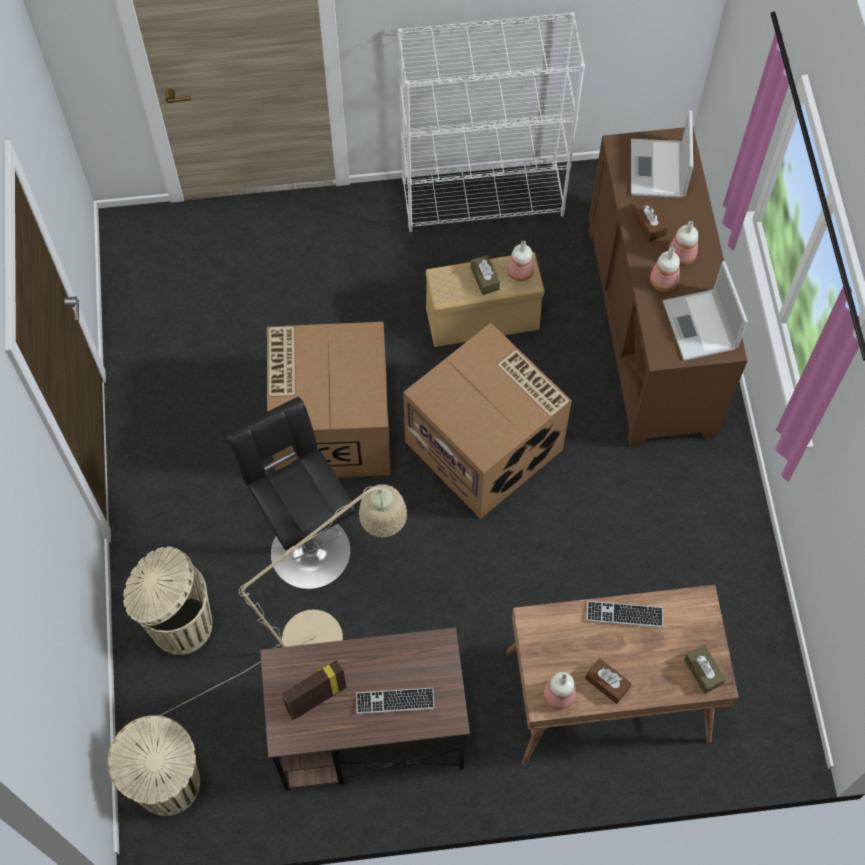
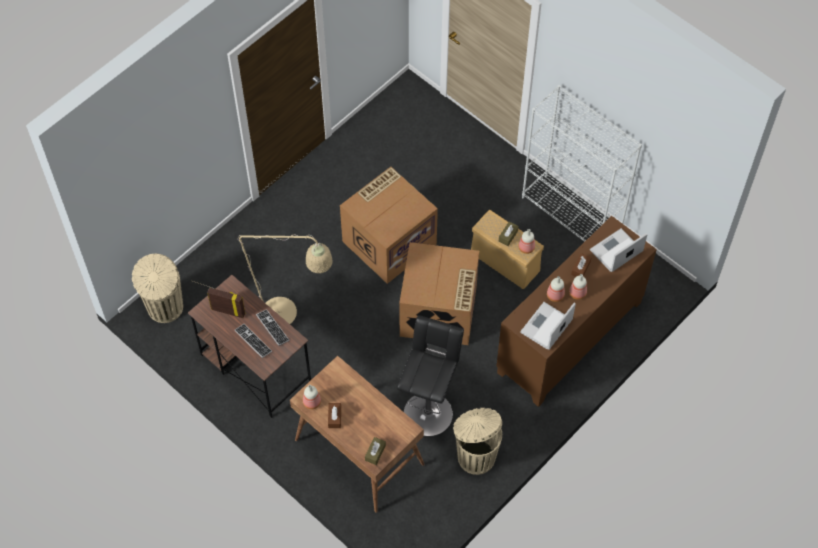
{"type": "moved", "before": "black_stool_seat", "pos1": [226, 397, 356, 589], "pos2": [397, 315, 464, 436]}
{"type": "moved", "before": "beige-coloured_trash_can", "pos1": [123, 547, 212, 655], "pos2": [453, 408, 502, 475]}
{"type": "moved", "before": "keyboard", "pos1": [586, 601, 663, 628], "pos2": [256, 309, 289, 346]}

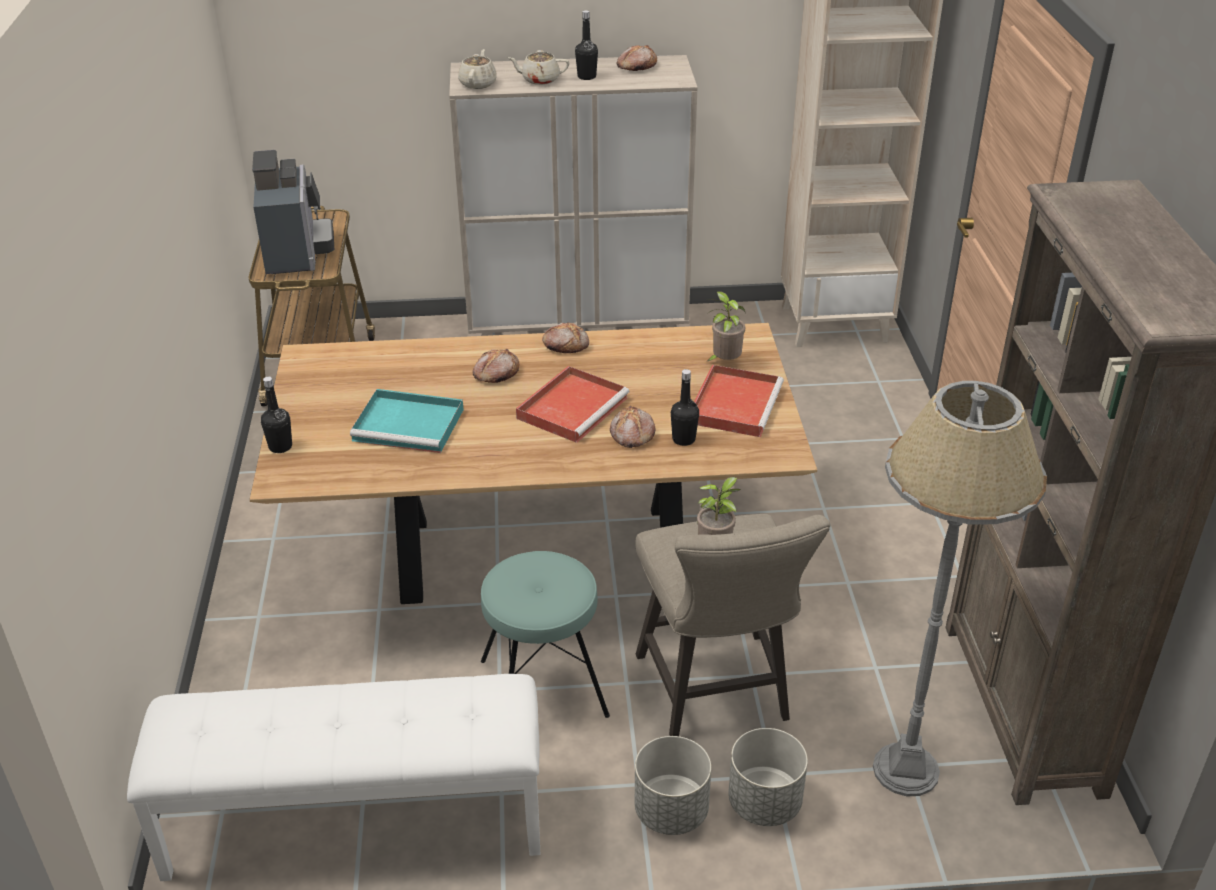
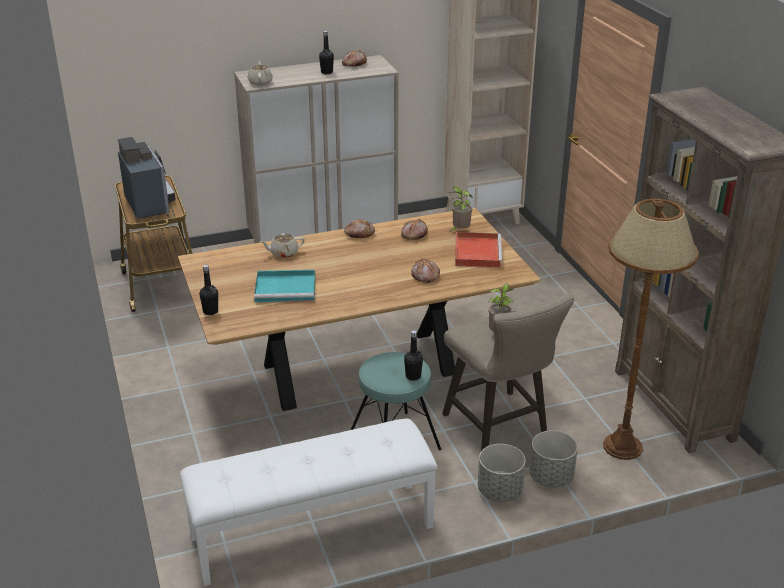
{"type": "moved", "before": "beige-coloured_tea_pot", "pos1": [507, 50, 569, 85], "pos2": [260, 233, 305, 258]}
{"type": "moved", "before": "bread", "pos1": [473, 349, 519, 383], "pos2": [401, 219, 428, 240]}
{"type": "removed", "before": "red-coloured_tray", "pos1": [516, 366, 629, 443]}
{"type": "moved", "before": "black_drink_bottle", "pos1": [671, 369, 699, 446], "pos2": [404, 330, 423, 381]}
{"type": "recoloured", "before": "gray_floor_lamp", "after": "brown_floor_lamp", "pos1": [873, 381, 1047, 796], "pos2": [603, 199, 699, 460]}

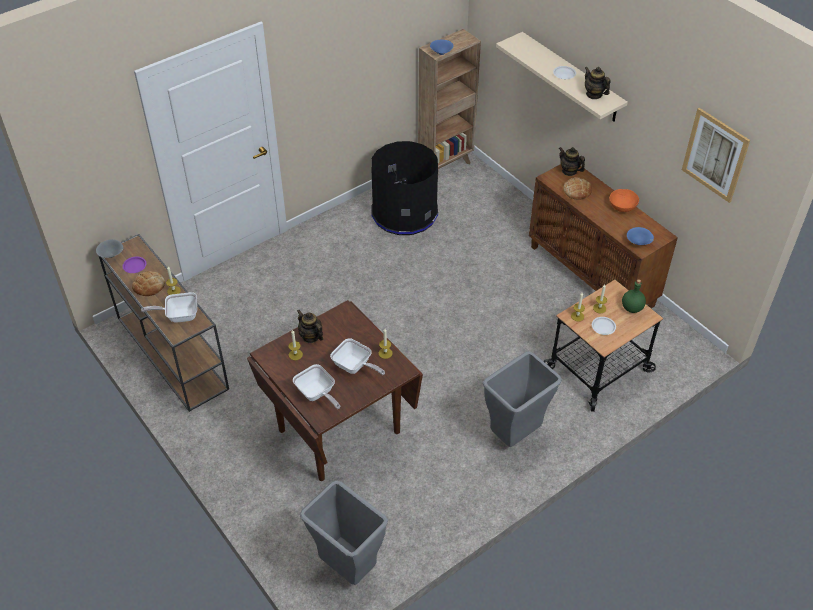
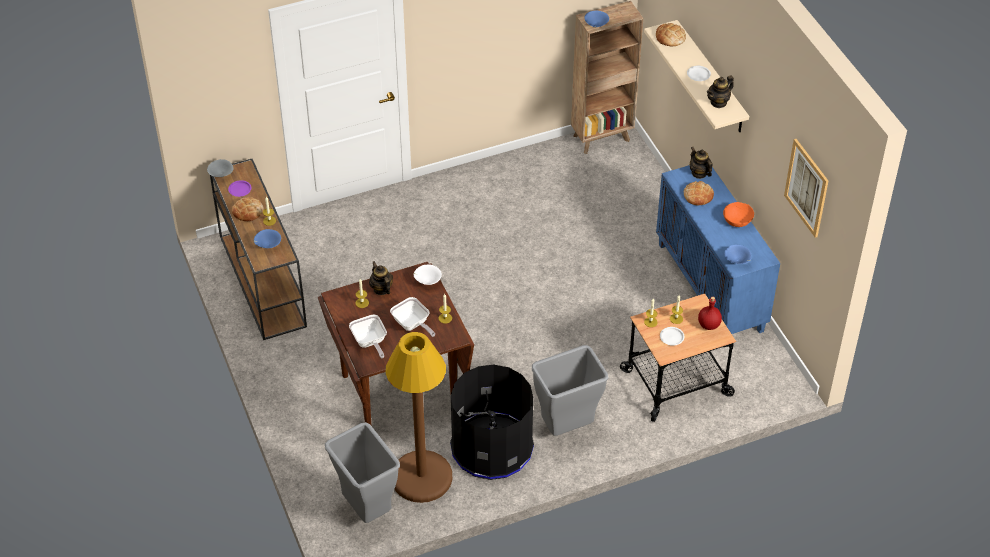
{"type": "turned", "before": "tea_pot", "pos1": [585, 67, 611, 99], "pos2": [707, 75, 734, 108], "turn": -105}
{"type": "moved", "before": "black_trash_can", "pos1": [371, 141, 438, 235], "pos2": [450, 365, 534, 480]}
{"type": "recoloured", "before": "brown_storage_cabinet", "after": "blue_storage_cabinet", "pos1": [529, 164, 678, 308], "pos2": [656, 165, 780, 334]}
{"type": "recoloured", "before": "green_drink_bottle", "after": "red-coloured_drink_bottle", "pos1": [622, 279, 646, 313], "pos2": [698, 297, 722, 330]}
{"type": "replaced", "before": "frying_pan", "after": "blue_deep_dish", "pos1": [141, 292, 197, 323], "pos2": [254, 229, 281, 248]}
{"type": "added", "after": "bread", "pos2": [656, 23, 686, 46]}
{"type": "added", "after": "whitish_deep_dish", "pos2": [414, 265, 442, 285]}
{"type": "added", "after": "brown_floor_lamp", "pos2": [386, 332, 452, 503]}

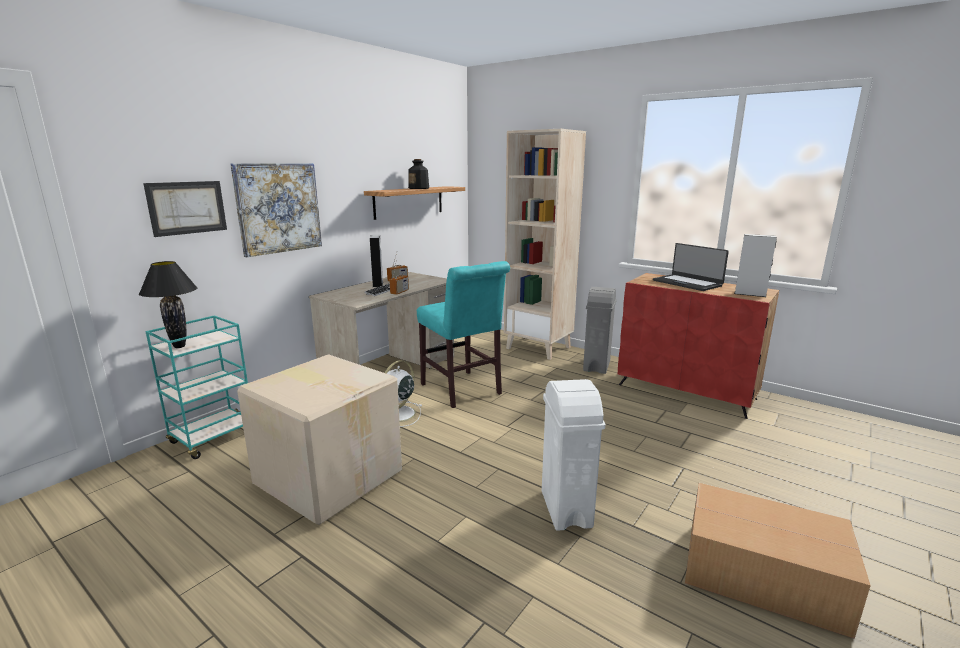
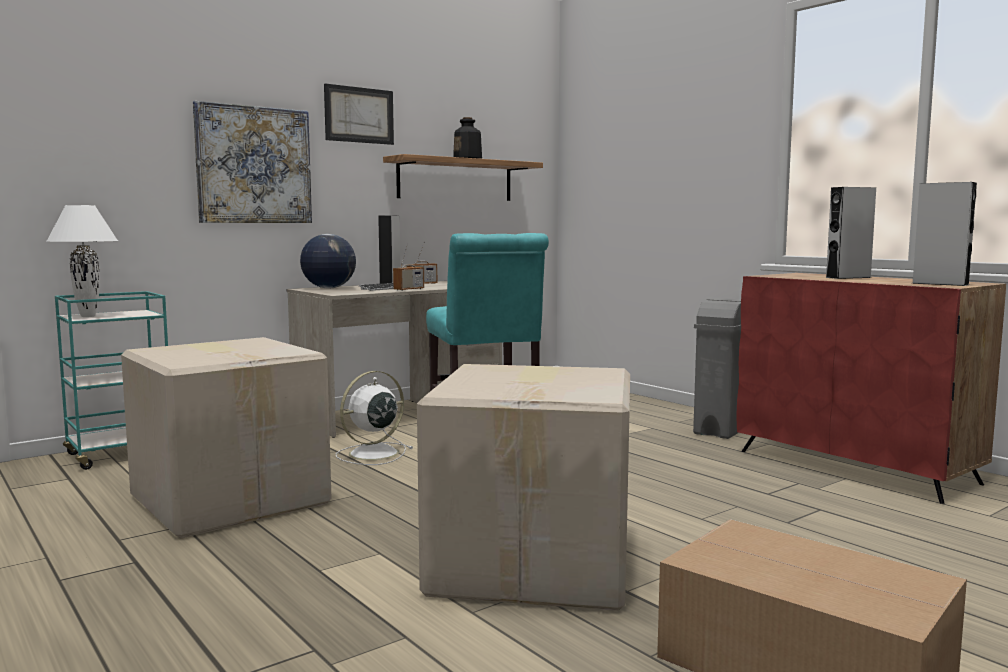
{"type": "removed", "before": "beige-coloured_bookcase", "pos1": [504, 129, 586, 360]}
{"type": "moved", "before": "wall_picture", "pos1": [143, 181, 227, 237], "pos2": [324, 84, 394, 145]}
{"type": "replaced", "before": "notebook_computer", "after": "gray_audio_speaker", "pos1": [653, 243, 729, 291], "pos2": [826, 187, 876, 279]}
{"type": "recoloured", "before": "black_table_lamp", "after": "whitish_table_lamp", "pos1": [139, 261, 197, 348], "pos2": [46, 205, 118, 317]}
{"type": "replaced", "before": "whitish_trash_can", "after": "carton", "pos1": [542, 379, 605, 531], "pos2": [417, 364, 630, 611]}
{"type": "added", "after": "desk_globe", "pos2": [300, 234, 356, 288]}

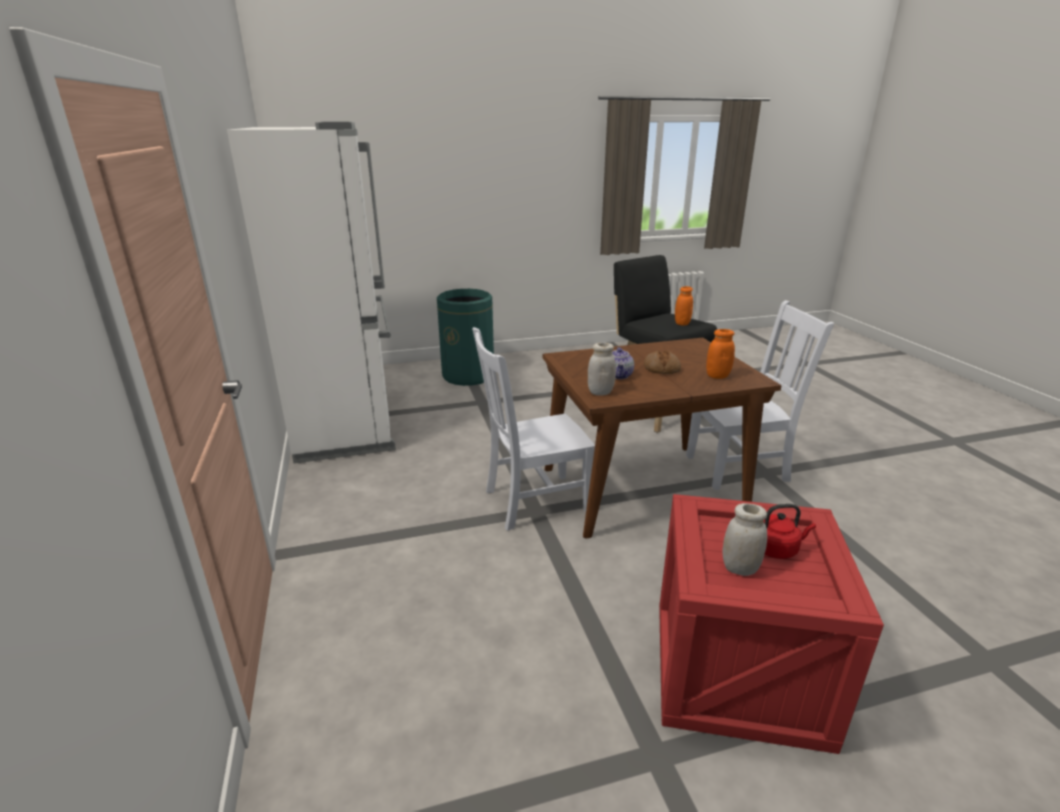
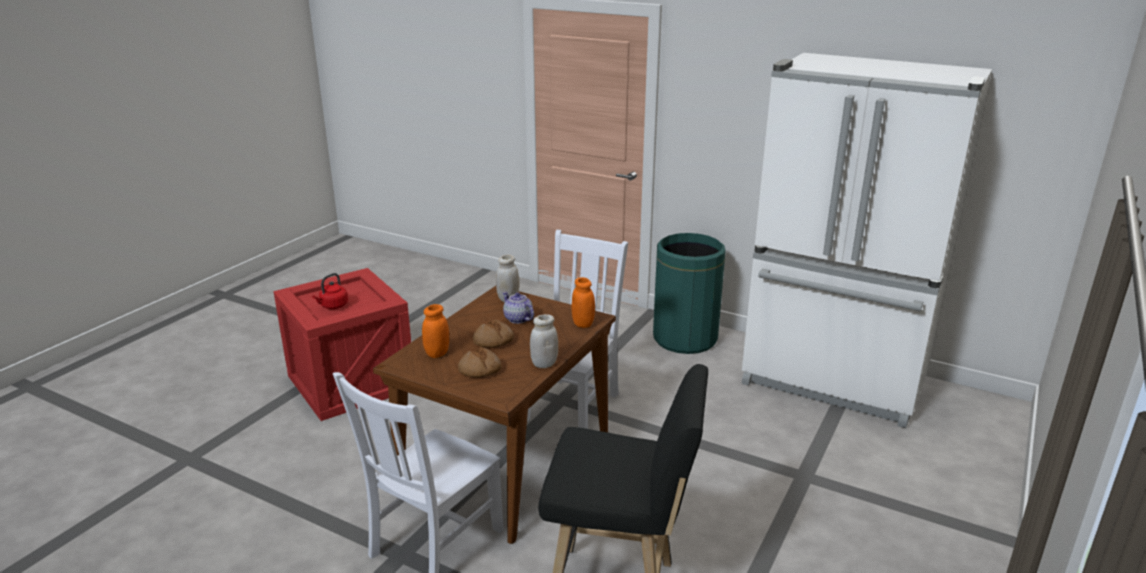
{"type": "moved", "before": "orangey_jar", "pos1": [675, 286, 693, 325], "pos2": [572, 277, 595, 328]}
{"type": "moved", "before": "green_trash_can", "pos1": [437, 289, 494, 386], "pos2": [653, 233, 726, 354]}
{"type": "moved", "before": "whitish_jar", "pos1": [723, 503, 767, 576], "pos2": [530, 314, 558, 368]}
{"type": "added", "after": "bread", "pos2": [458, 348, 502, 378]}

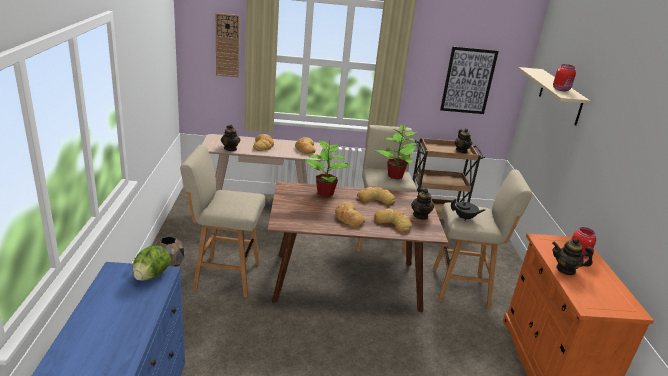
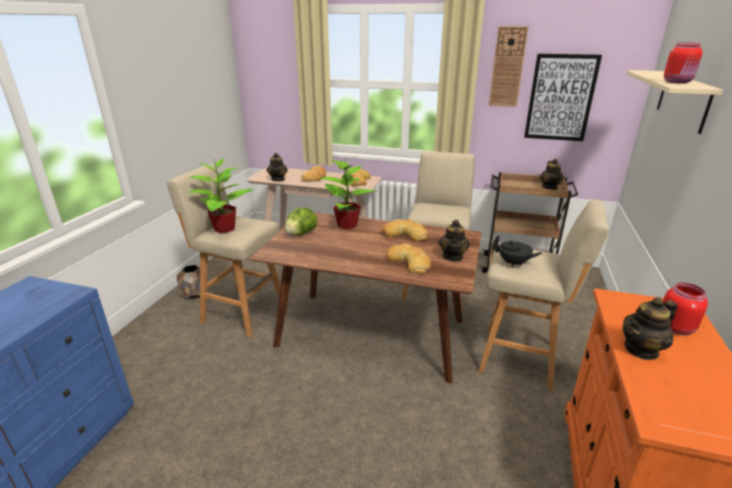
{"type": "moved", "before": "wall_clock", "pos1": [216, 13, 240, 77], "pos2": [489, 26, 529, 107]}
{"type": "moved", "before": "houseplant", "pos1": [375, 124, 418, 179], "pos2": [188, 158, 254, 233]}
{"type": "removed", "before": "bread", "pos1": [335, 202, 365, 227]}
{"type": "turned", "before": "tea_pot", "pos1": [552, 238, 594, 275], "pos2": [623, 297, 678, 360], "turn": -60}
{"type": "moved", "before": "lettuce_head", "pos1": [133, 245, 171, 281], "pos2": [285, 207, 317, 236]}

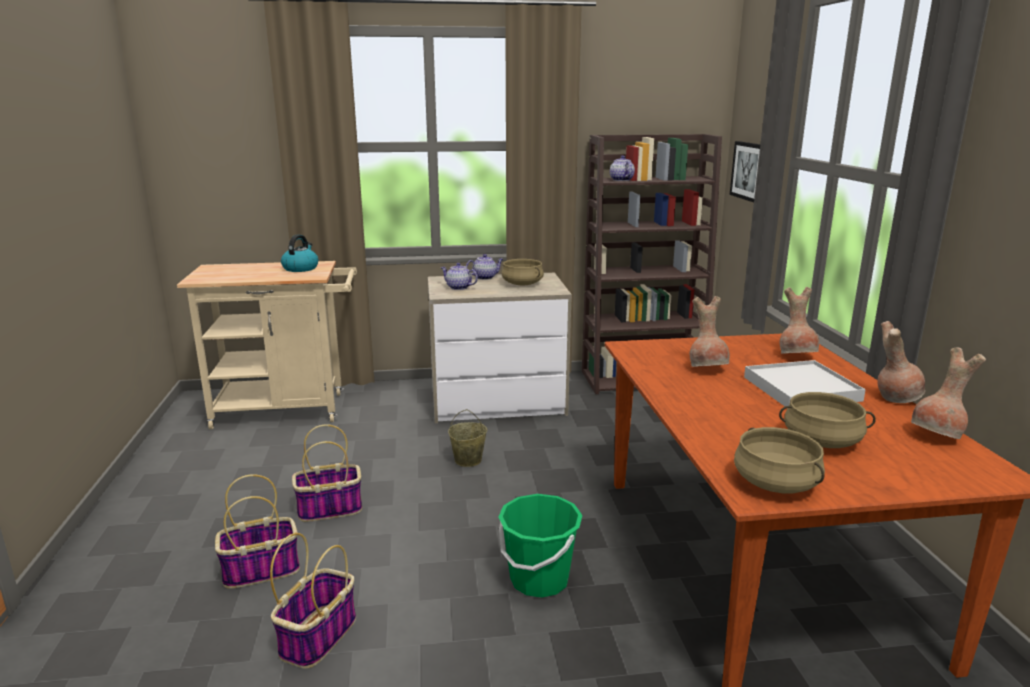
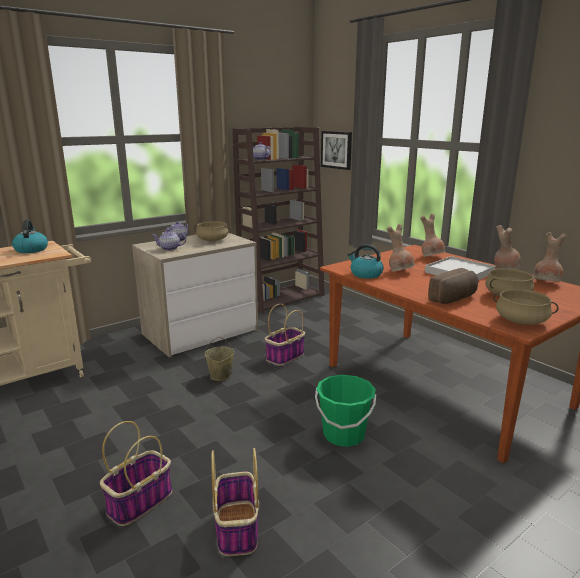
{"type": "moved", "before": "household_basket", "pos1": [292, 424, 362, 522], "pos2": [265, 304, 305, 366]}
{"type": "added", "after": "kettle", "pos2": [348, 244, 384, 279]}
{"type": "added", "after": "bread", "pos2": [428, 268, 478, 304]}

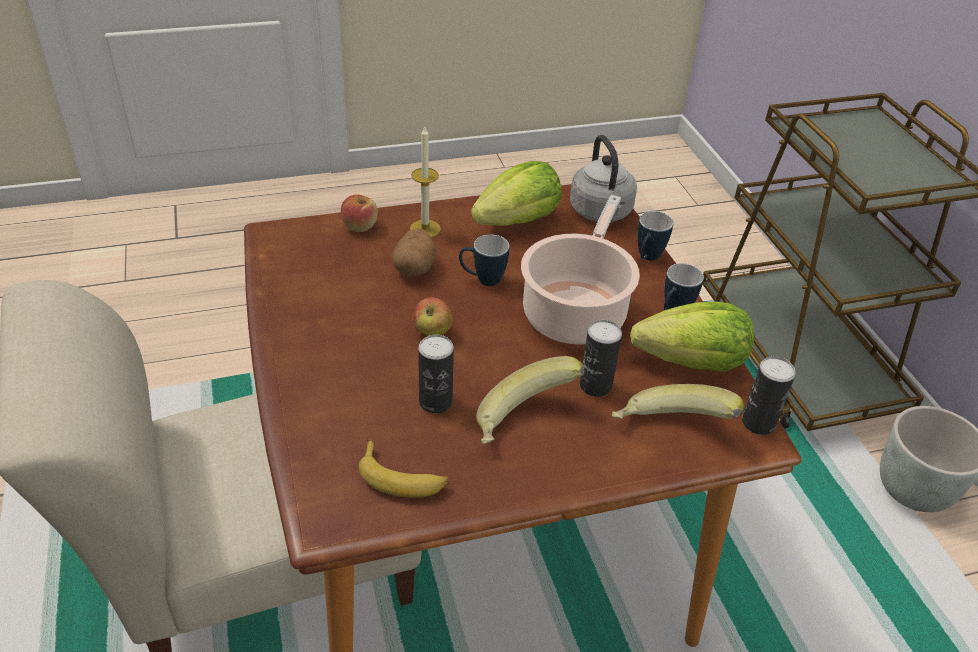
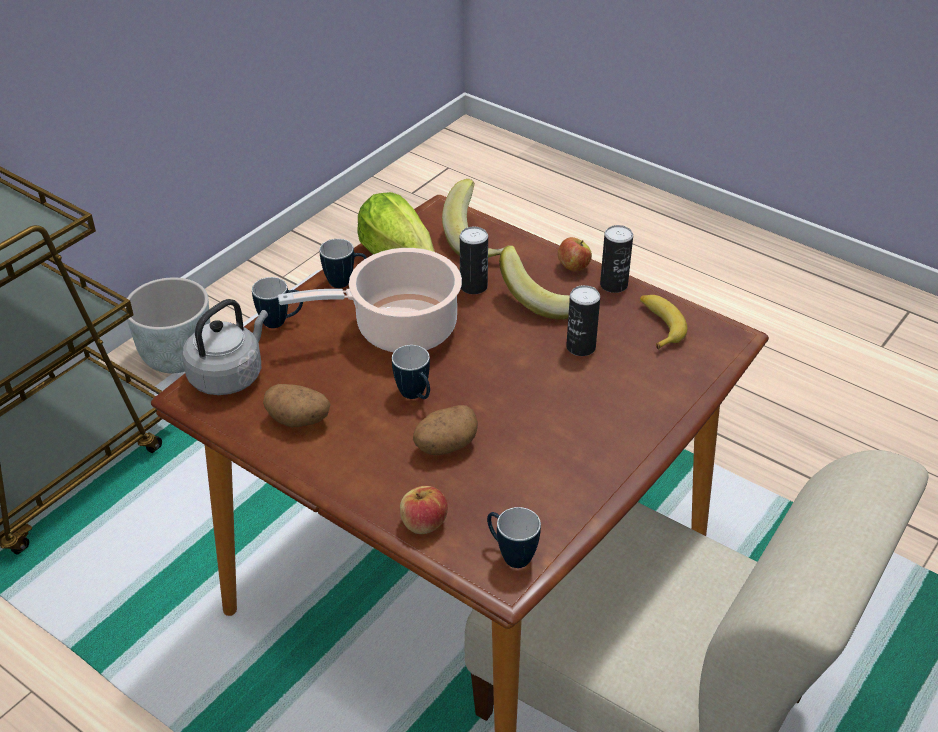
{"type": "removed", "before": "wax_candle", "pos1": [410, 127, 441, 238]}
{"type": "replaced", "before": "lettuce_head", "after": "spud", "pos1": [471, 161, 562, 226], "pos2": [263, 384, 331, 427]}
{"type": "moved", "before": "apple_fruit", "pos1": [412, 297, 453, 336], "pos2": [558, 237, 592, 271]}
{"type": "moved", "before": "sealed_can", "pos1": [742, 356, 796, 435], "pos2": [600, 225, 633, 293]}
{"type": "added", "after": "coffee_mug", "pos2": [487, 507, 541, 568]}

